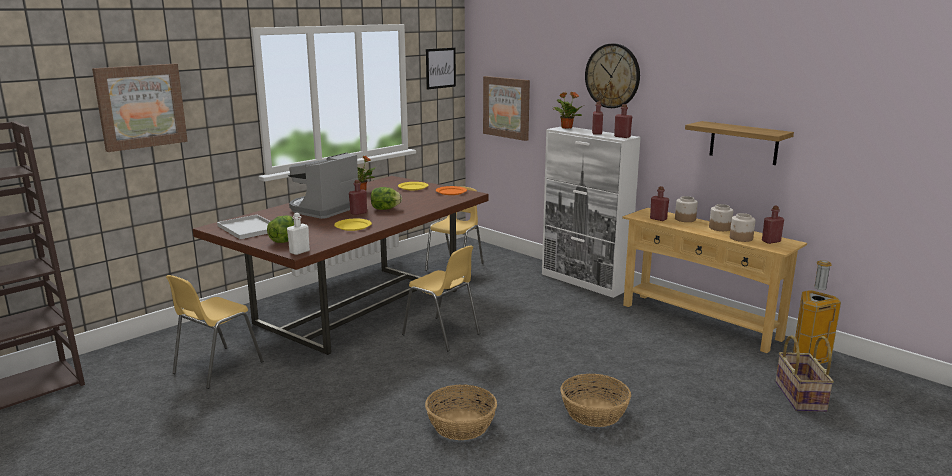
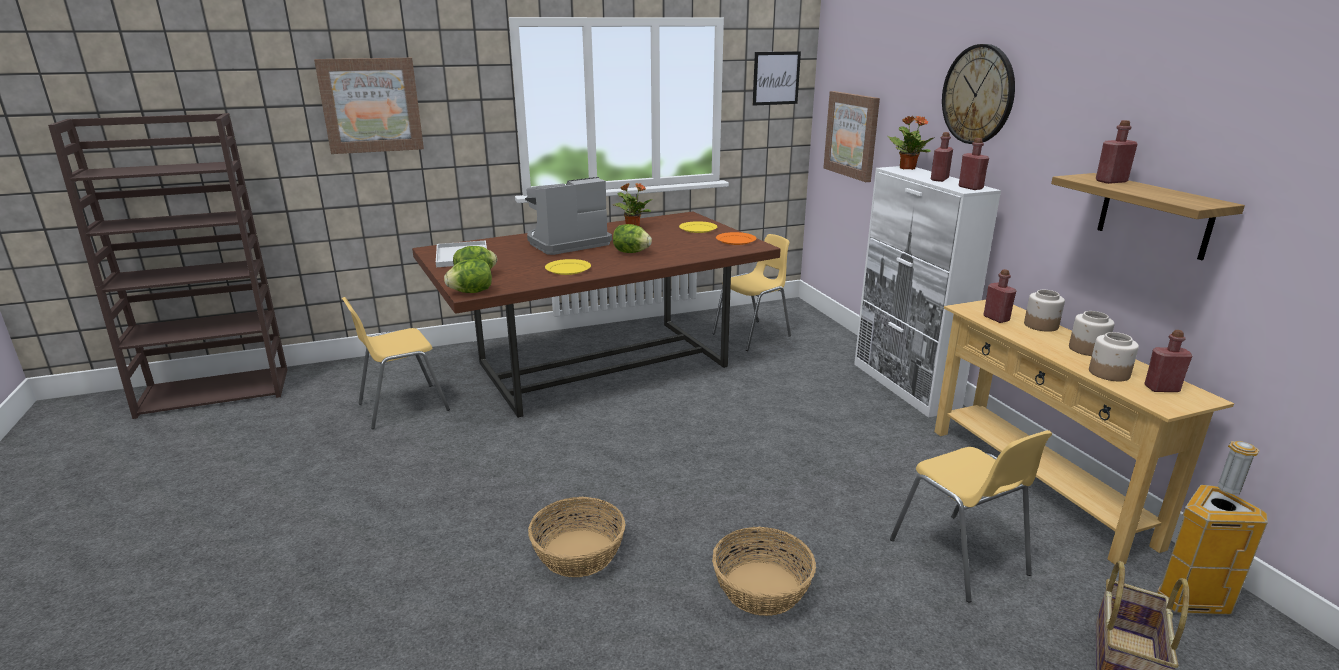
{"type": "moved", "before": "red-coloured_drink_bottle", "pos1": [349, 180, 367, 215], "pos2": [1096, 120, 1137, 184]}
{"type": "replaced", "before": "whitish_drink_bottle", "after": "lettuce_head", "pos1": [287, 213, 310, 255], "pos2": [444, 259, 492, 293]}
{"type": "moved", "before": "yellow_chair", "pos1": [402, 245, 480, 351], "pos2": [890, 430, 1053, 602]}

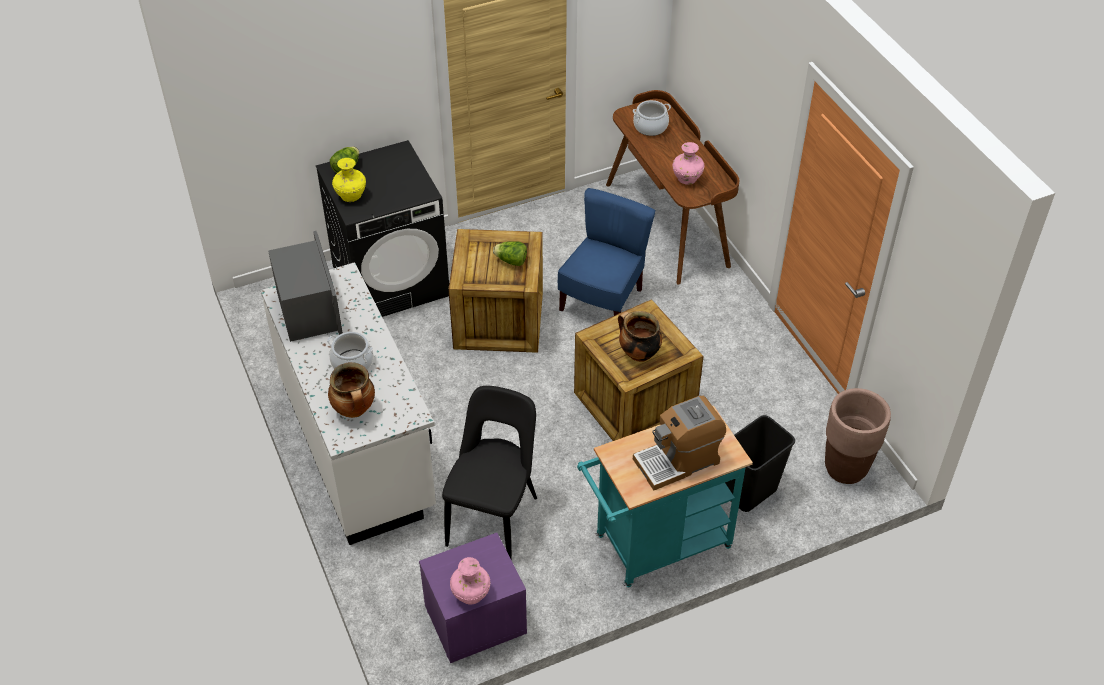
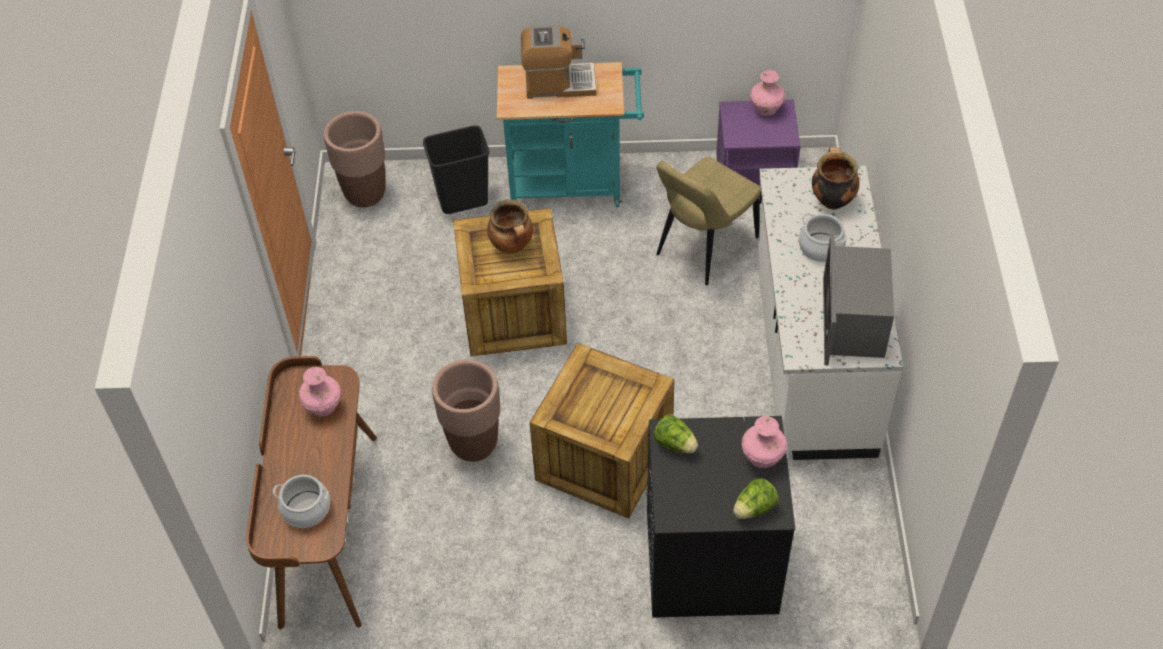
{"type": "recoloured", "before": "yellow_flower_vase", "after": "pink_flower_vase", "pos1": [332, 158, 366, 202], "pos2": [742, 416, 787, 468]}
{"type": "replaced", "before": "blue_chair", "after": "brown_planter", "pos1": [558, 188, 655, 316], "pos2": [432, 359, 500, 462]}
{"type": "moved", "before": "lettuce_head", "pos1": [493, 241, 527, 266], "pos2": [654, 414, 698, 454]}
{"type": "recoloured", "before": "black_chair", "after": "beige-coloured_chair", "pos1": [442, 386, 537, 561], "pos2": [656, 157, 761, 285]}

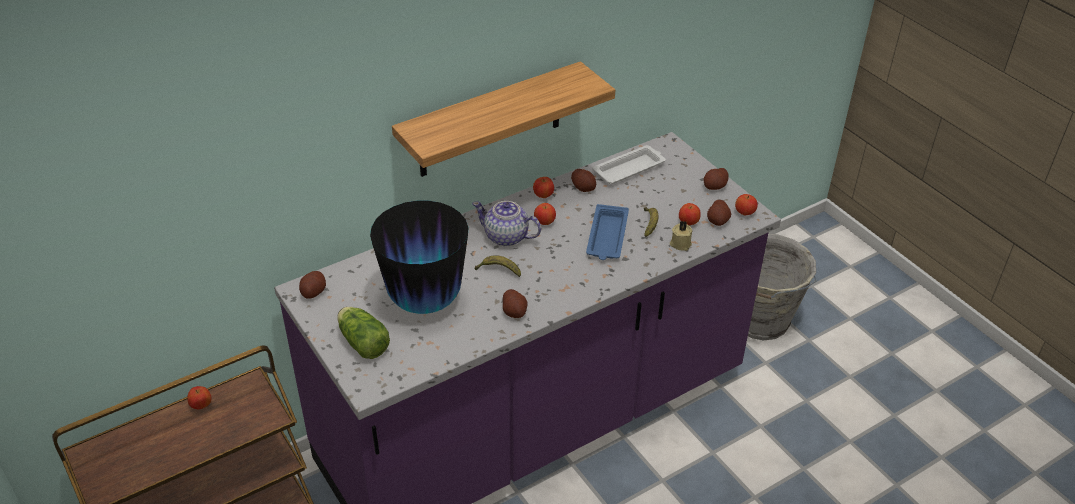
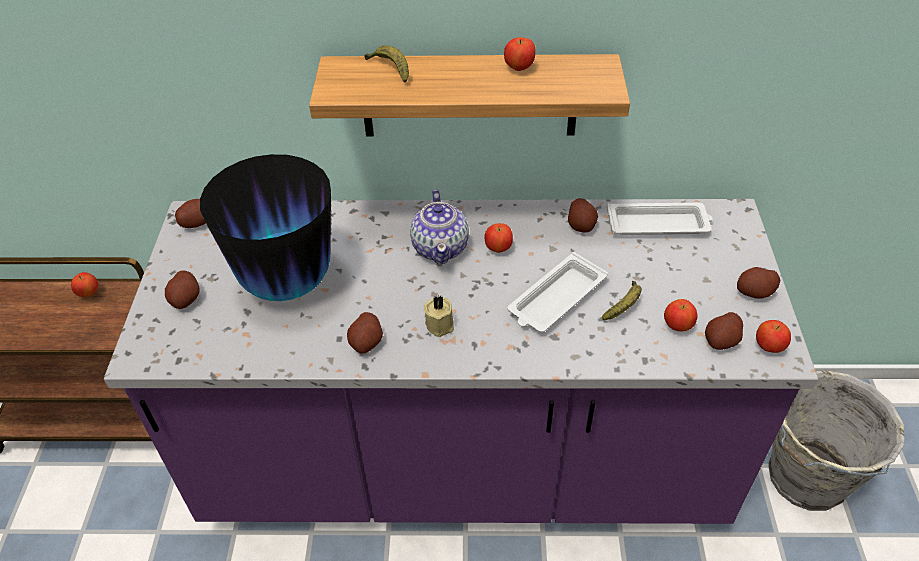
{"type": "moved", "before": "apple_fruit", "pos1": [533, 177, 554, 198], "pos2": [504, 37, 536, 71]}
{"type": "turned", "before": "tea_pot", "pos1": [472, 201, 541, 246], "pos2": [410, 189, 469, 265], "turn": -150}
{"type": "recoloured", "before": "blue_tray", "after": "whitish_tray", "pos1": [586, 204, 629, 260], "pos2": [508, 252, 608, 332]}
{"type": "moved", "before": "beige-coloured_wax_candle", "pos1": [670, 221, 692, 251], "pos2": [424, 295, 454, 337]}
{"type": "moved", "before": "banana_fruit", "pos1": [474, 255, 521, 277], "pos2": [364, 46, 409, 83]}
{"type": "replaced", "before": "lettuce_head", "after": "spud", "pos1": [337, 307, 390, 359], "pos2": [165, 270, 200, 309]}

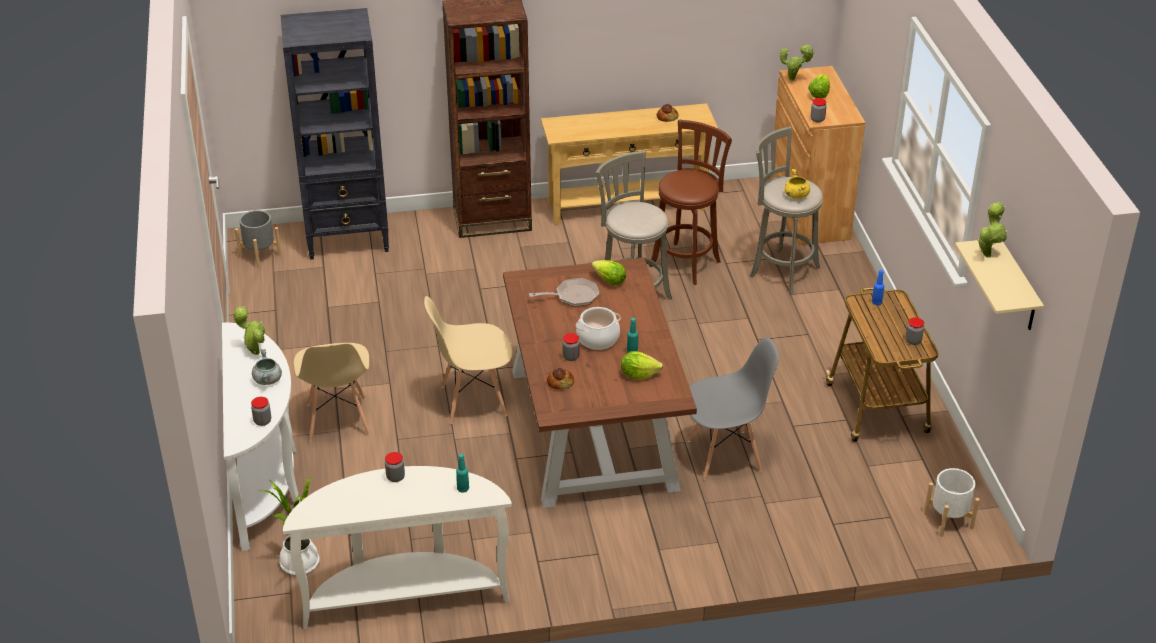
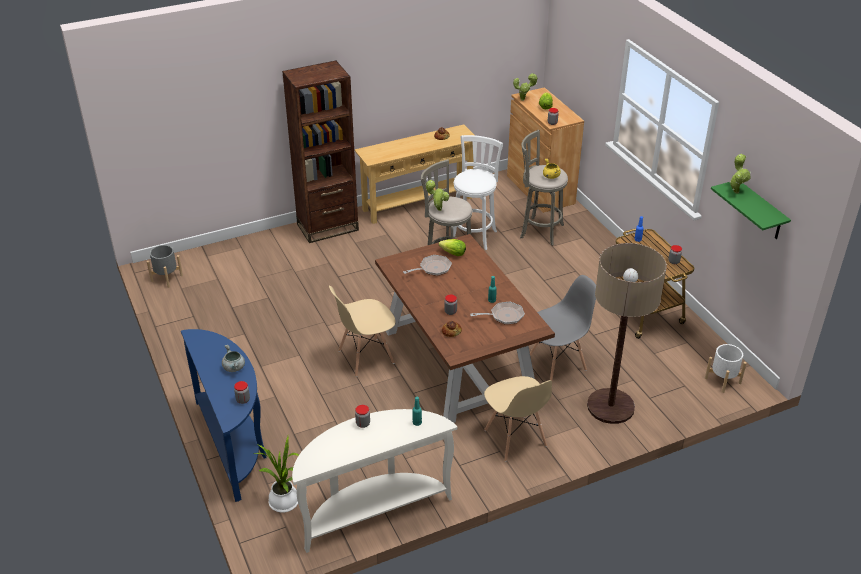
{"type": "removed", "before": "black_bookcase", "pos1": [281, 8, 389, 260]}
{"type": "recoloured", "before": "brown_stool_seat", "after": "whitish_stool_seat", "pos1": [649, 120, 732, 285], "pos2": [453, 135, 503, 250]}
{"type": "recoloured", "before": "beige-coloured_shelf", "after": "green_shelf", "pos1": [955, 240, 1044, 330], "pos2": [711, 181, 791, 239]}
{"type": "moved", "before": "houseplant", "pos1": [234, 306, 266, 355], "pos2": [425, 179, 449, 211]}
{"type": "removed", "before": "saucepot", "pos1": [576, 307, 621, 350]}
{"type": "recoloured", "before": "whitish_hall_table", "after": "blue_hall_table", "pos1": [222, 322, 300, 551], "pos2": [181, 329, 266, 502]}
{"type": "moved", "before": "beige-coloured_chair", "pos1": [293, 343, 370, 442], "pos2": [484, 376, 552, 461]}
{"type": "replaced", "before": "lettuce_head", "after": "frying_pan", "pos1": [621, 351, 663, 380], "pos2": [470, 302, 525, 325]}
{"type": "added", "after": "floor_lamp", "pos2": [587, 243, 667, 424]}

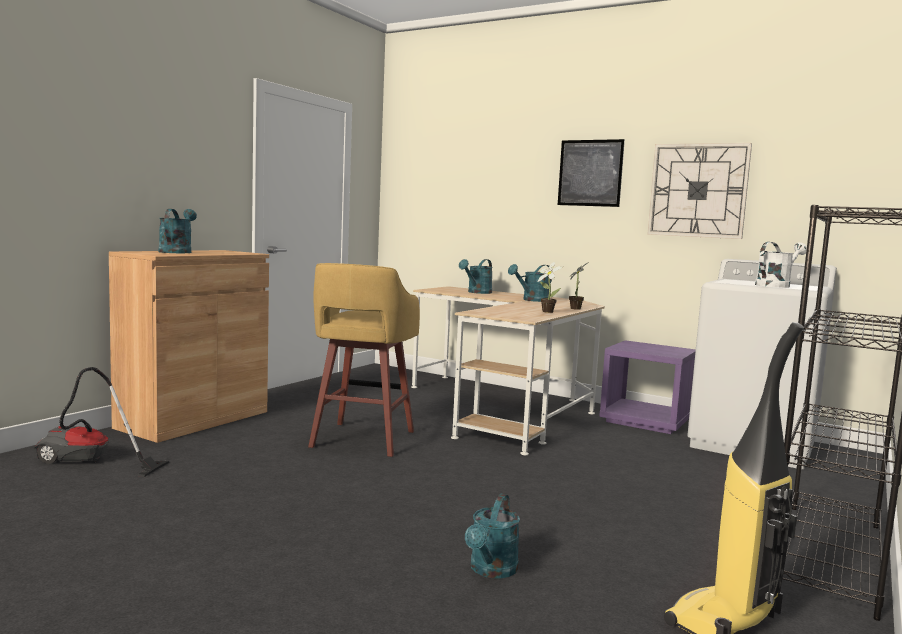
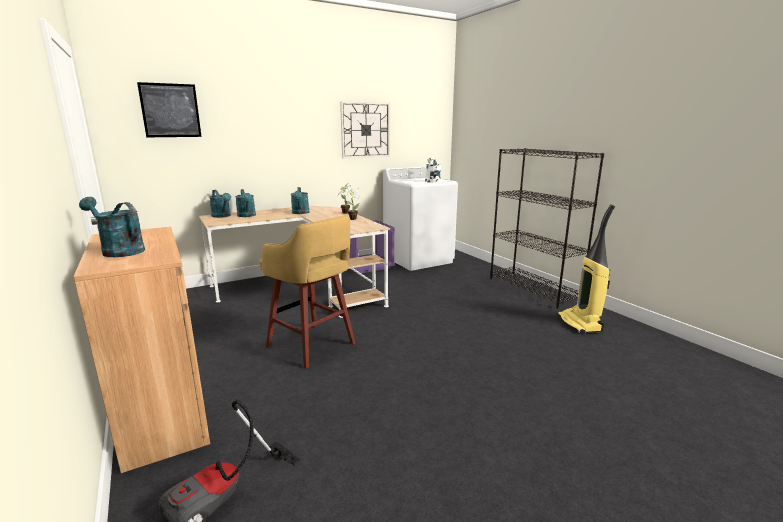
{"type": "moved", "before": "wall_picture", "pos1": [558, 139, 625, 207], "pos2": [137, 82, 202, 137]}
{"type": "moved", "before": "blue-green_watering_pot", "pos1": [465, 494, 520, 578], "pos2": [209, 190, 231, 218]}

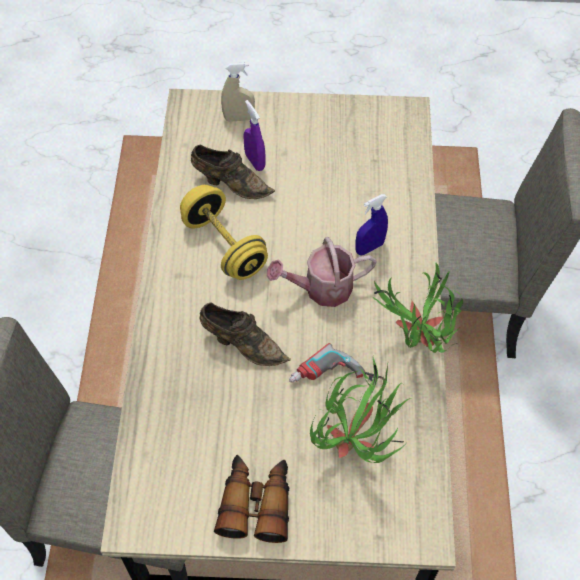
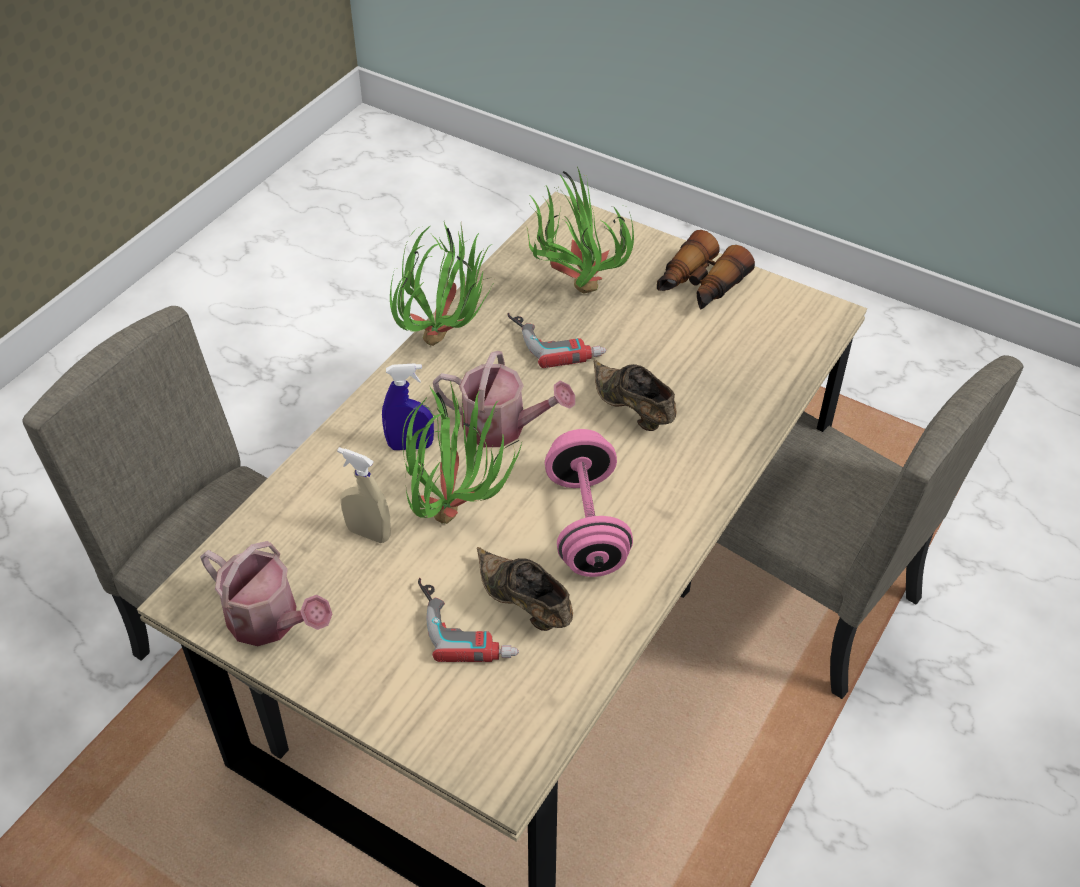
{"type": "moved", "before": "beige-coloured_sprayer", "pos1": [221, 62, 255, 122], "pos2": [337, 447, 390, 543]}
{"type": "replaced", "before": "purplish_sprayer", "after": "power_drill", "pos1": [243, 100, 266, 171], "pos2": [418, 578, 519, 662]}
{"type": "recoloured", "before": "yellow_hand_weight", "after": "pink_hand_weight", "pos1": [180, 185, 268, 280], "pos2": [545, 429, 633, 577]}
{"type": "added", "after": "houseplant", "pos2": [402, 384, 522, 524]}
{"type": "added", "after": "watering_pot", "pos2": [200, 541, 332, 646]}

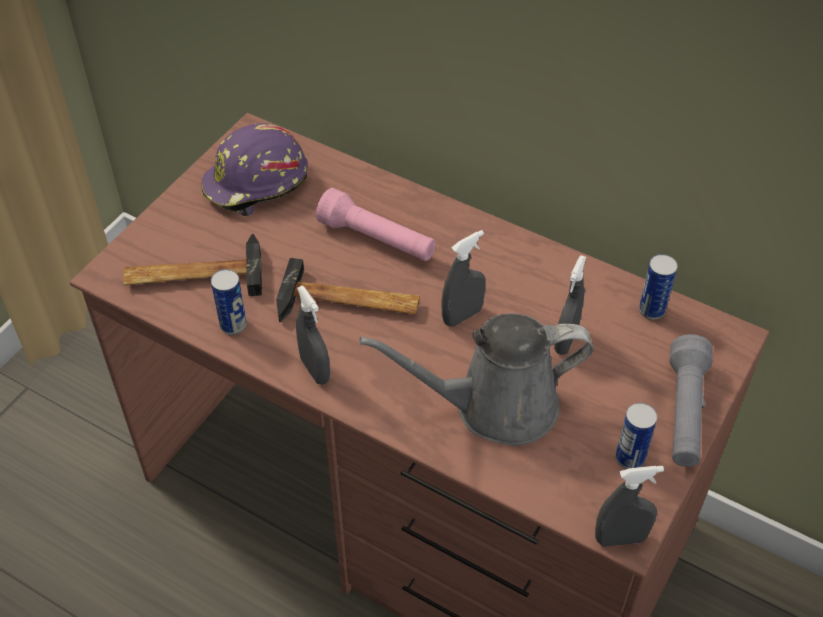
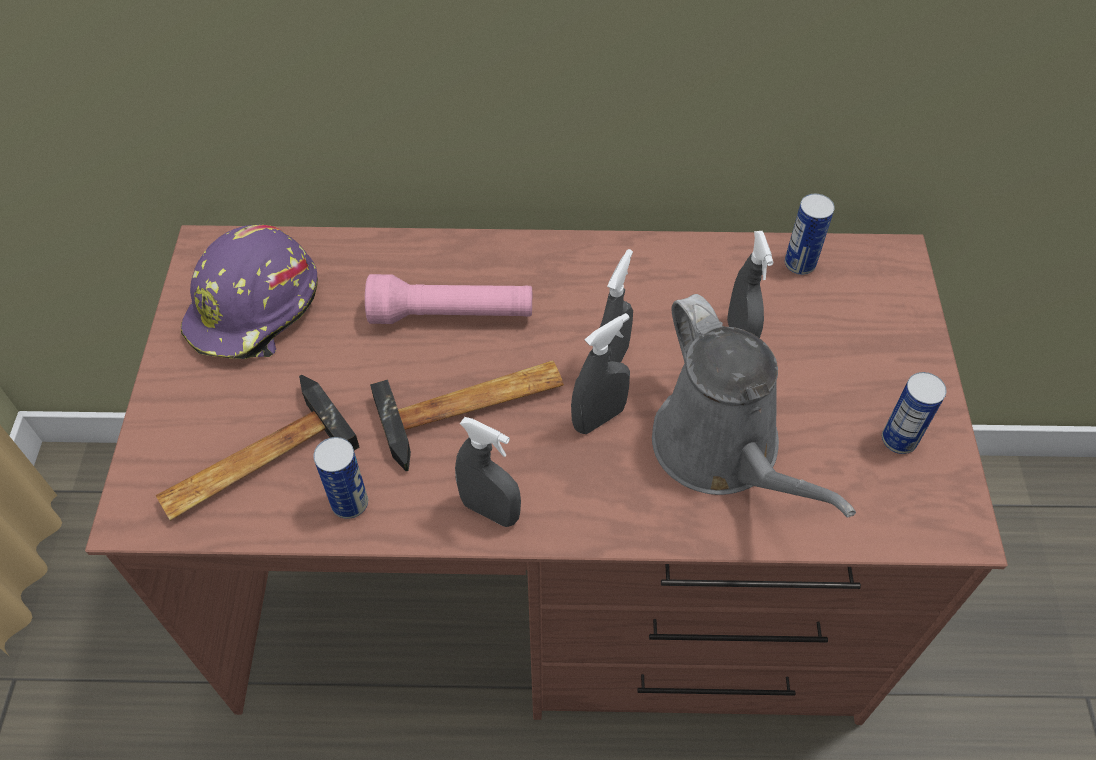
{"type": "turned", "before": "gray_watering_pot", "pos1": [359, 313, 593, 446], "pos2": [652, 294, 856, 518], "turn": -75}
{"type": "removed", "before": "gray_flashlight", "pos1": [670, 334, 713, 467]}
{"type": "moved", "before": "gray_sprayer", "pos1": [595, 466, 664, 546], "pos2": [571, 313, 630, 434]}

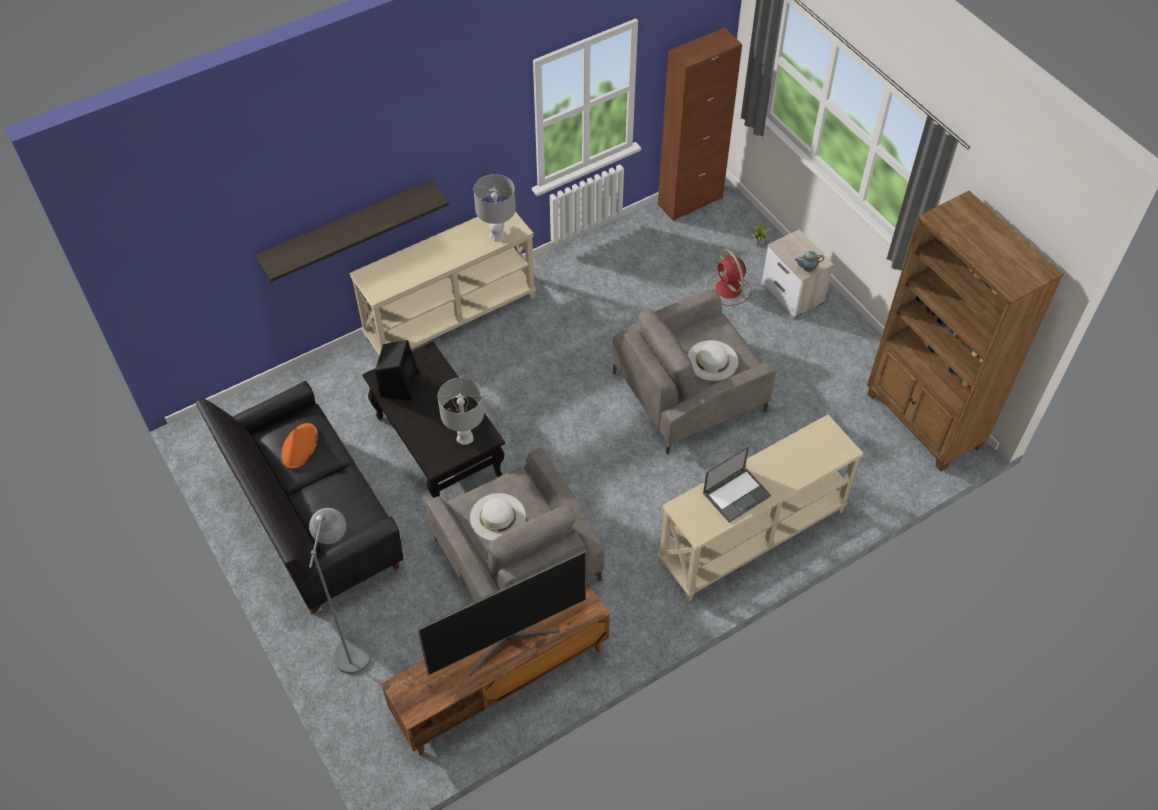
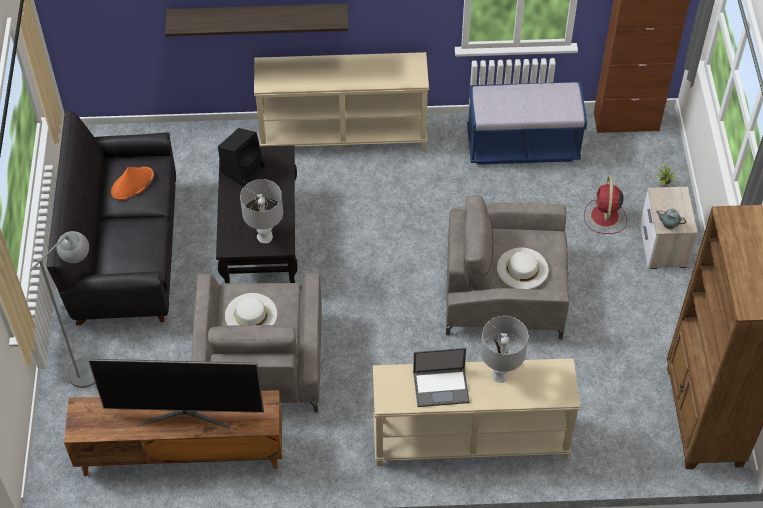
{"type": "moved", "before": "gray_table_lamp", "pos1": [474, 174, 516, 242], "pos2": [481, 316, 528, 383]}
{"type": "added", "after": "blue_bench", "pos2": [467, 82, 587, 165]}

